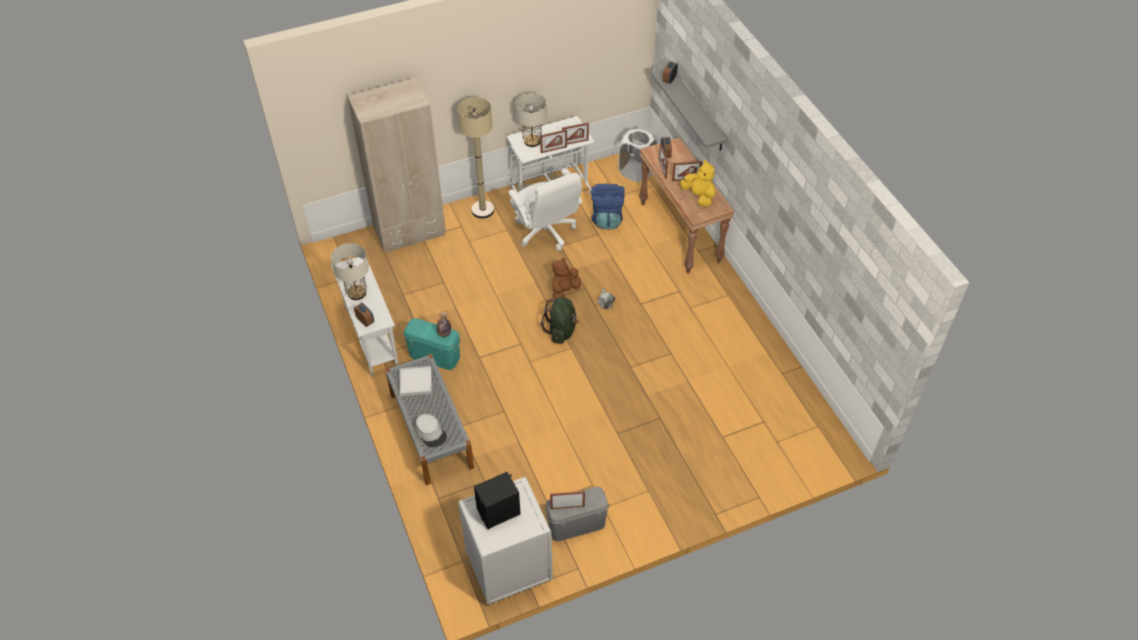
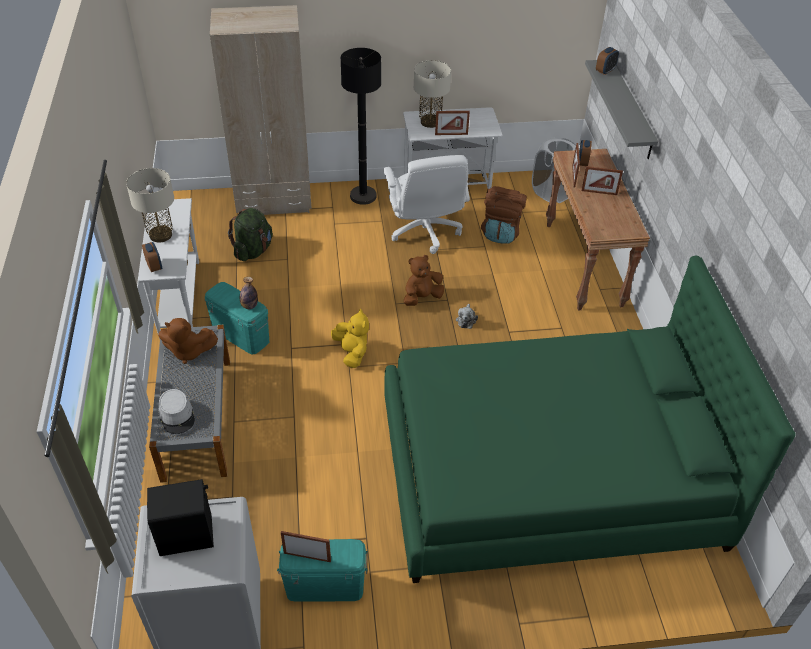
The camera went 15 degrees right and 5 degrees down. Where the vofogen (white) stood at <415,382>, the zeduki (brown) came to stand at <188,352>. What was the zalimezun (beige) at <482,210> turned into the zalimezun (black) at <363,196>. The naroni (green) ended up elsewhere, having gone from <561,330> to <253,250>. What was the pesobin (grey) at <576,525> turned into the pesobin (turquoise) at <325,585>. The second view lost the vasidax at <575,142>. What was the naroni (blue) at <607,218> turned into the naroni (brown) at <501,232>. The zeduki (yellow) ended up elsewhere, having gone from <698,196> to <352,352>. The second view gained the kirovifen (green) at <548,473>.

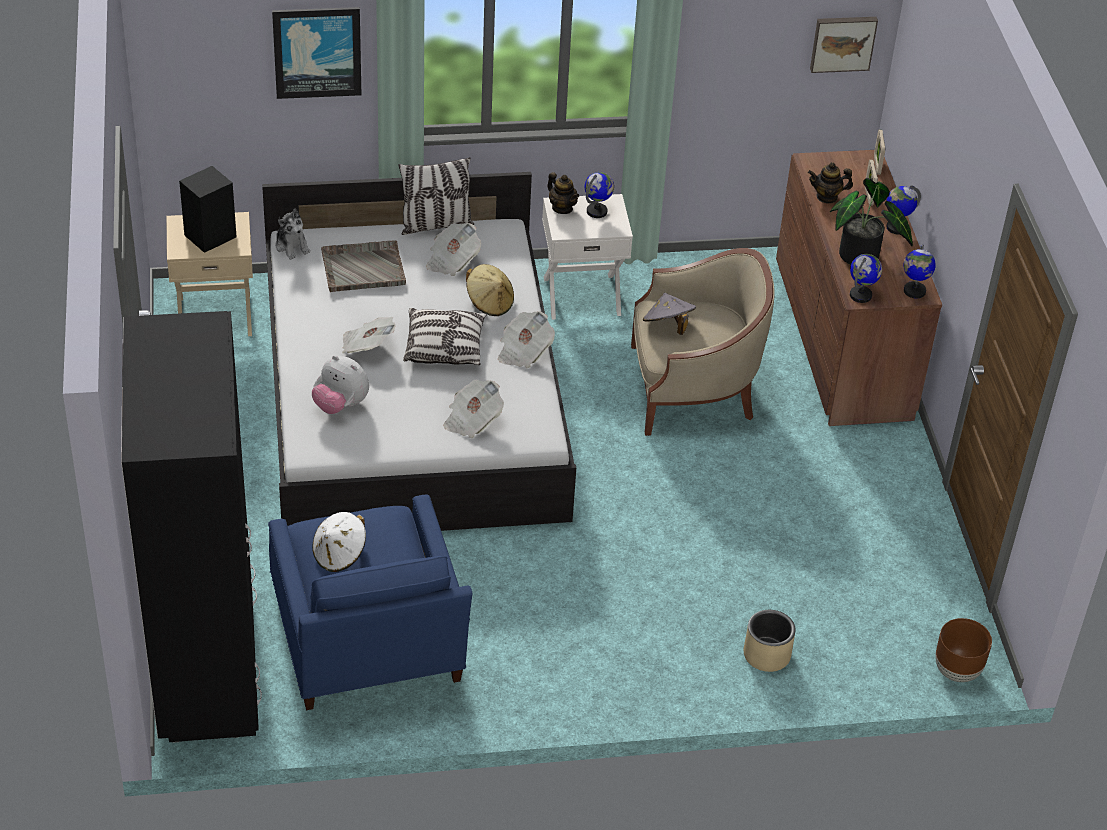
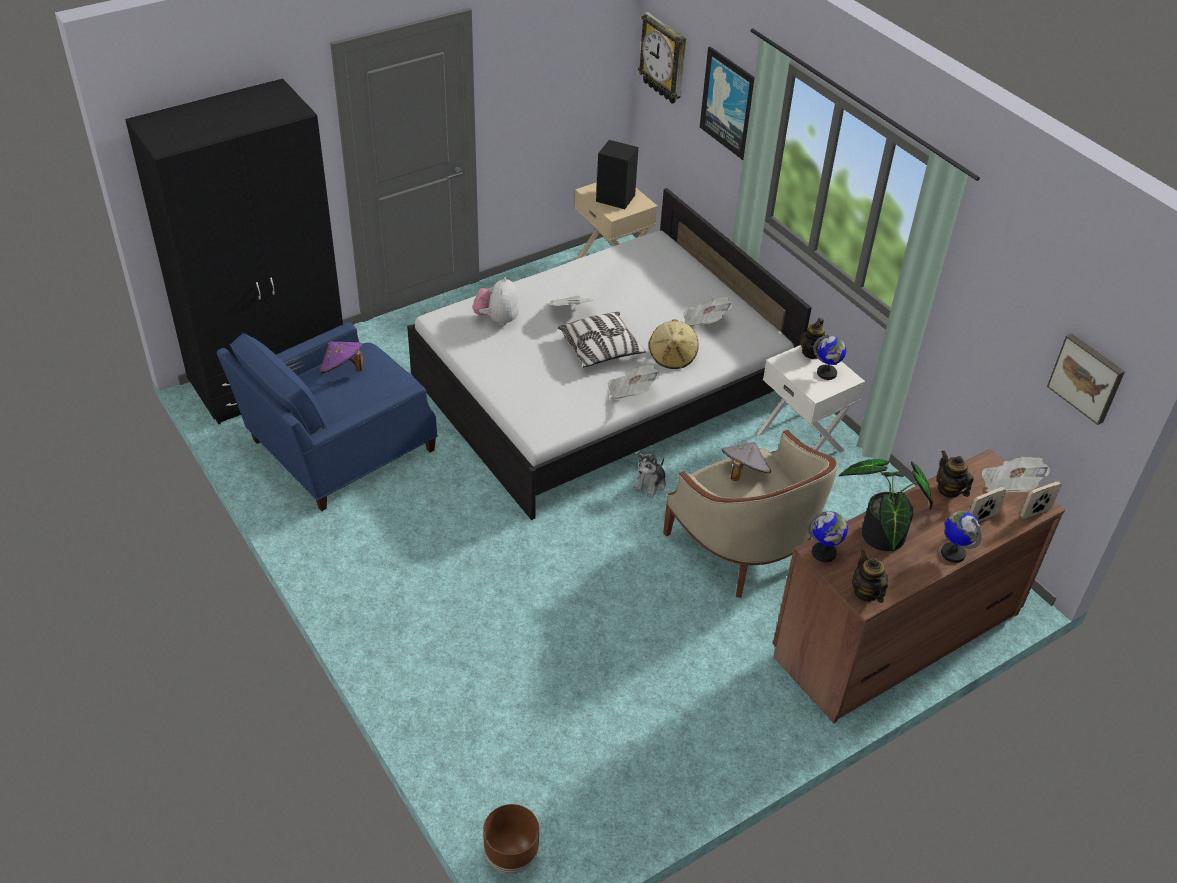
The camera went 65 degrees right and 0 degrees up. The zeduki ended up elsewhere, having gone from <292,246> to <650,484>. What was the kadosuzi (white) at <340,554> turned into the kadosuzi (purple) at <342,370>. The second view lost the vofogen (grey) at <362,268>. The second view lost the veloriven at <436,225>. The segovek ended up elsewhere, having gone from <472,420> to <1009,485>. The second view lost the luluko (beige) at <767,655>. Where the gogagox stood at <914,291>, the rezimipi came to stand at <866,592>. The second view gained the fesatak at <664,59>.

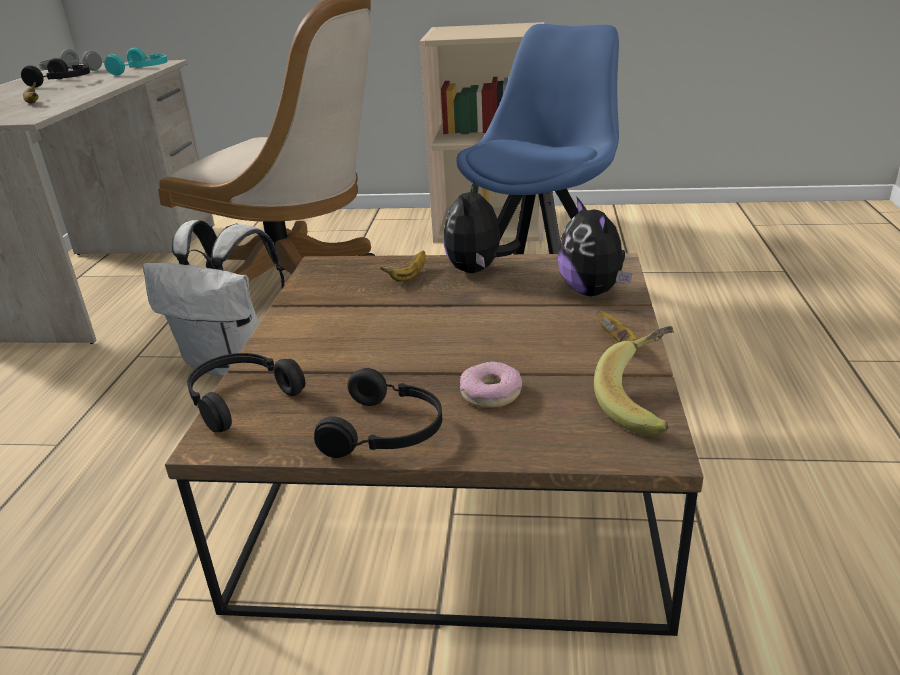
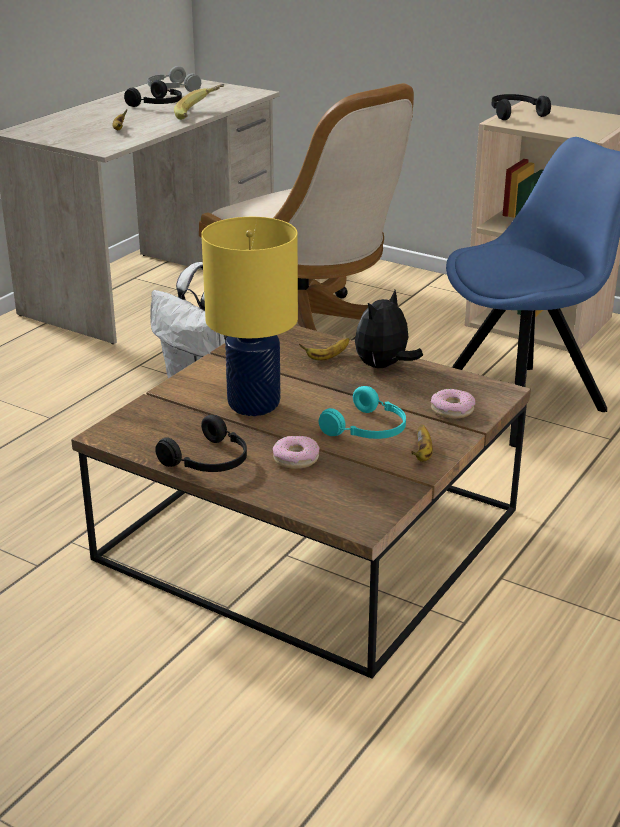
The camera went 25 degrees right and 0 degrees up. The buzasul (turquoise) ended up elsewhere, having gone from <143,71> to <368,429>. The buzasul (black) ended up elsewhere, having gone from <239,398> to <515,113>. Where the zeduki stood at <593,291>, the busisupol came to stand at <452,410>. The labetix ended up elsewhere, having gone from <646,402> to <200,115>. The second view gained the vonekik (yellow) at <255,408>.

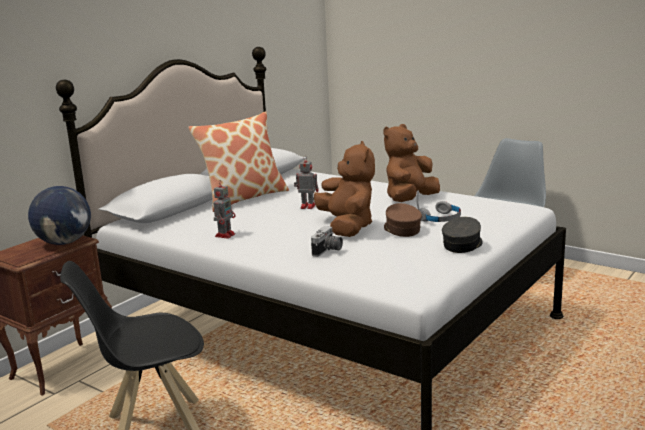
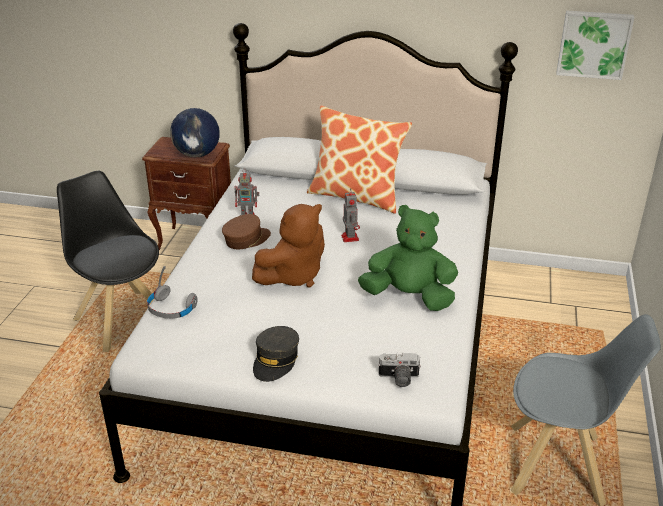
The camera went 65 degrees right and 15 degrees up. The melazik ended up elsewhere, having gone from <328,251> to <398,379>. What was the zeduki (brown) at <410,200> turned into the zeduki (green) at <409,297>. The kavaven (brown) ended up elsewhere, having gone from <401,229> to <246,239>. The buzasul (grey) ended up elsewhere, having gone from <440,219> to <171,309>. The kavaven (grey) at <462,244> ended up facing another way, 105 degrees clockwise from before. The second view gained the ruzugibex at <594,44>.

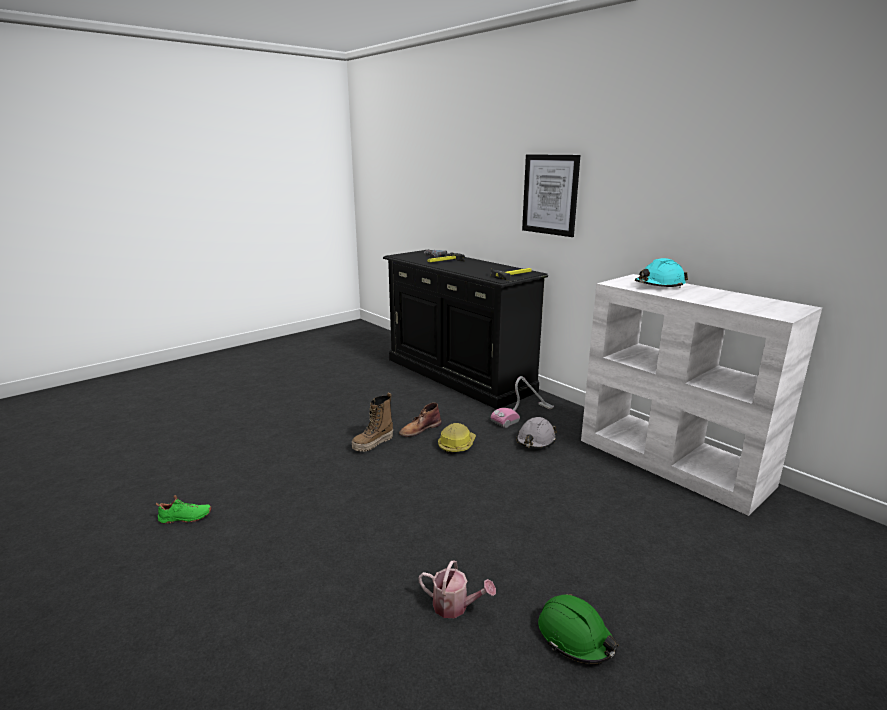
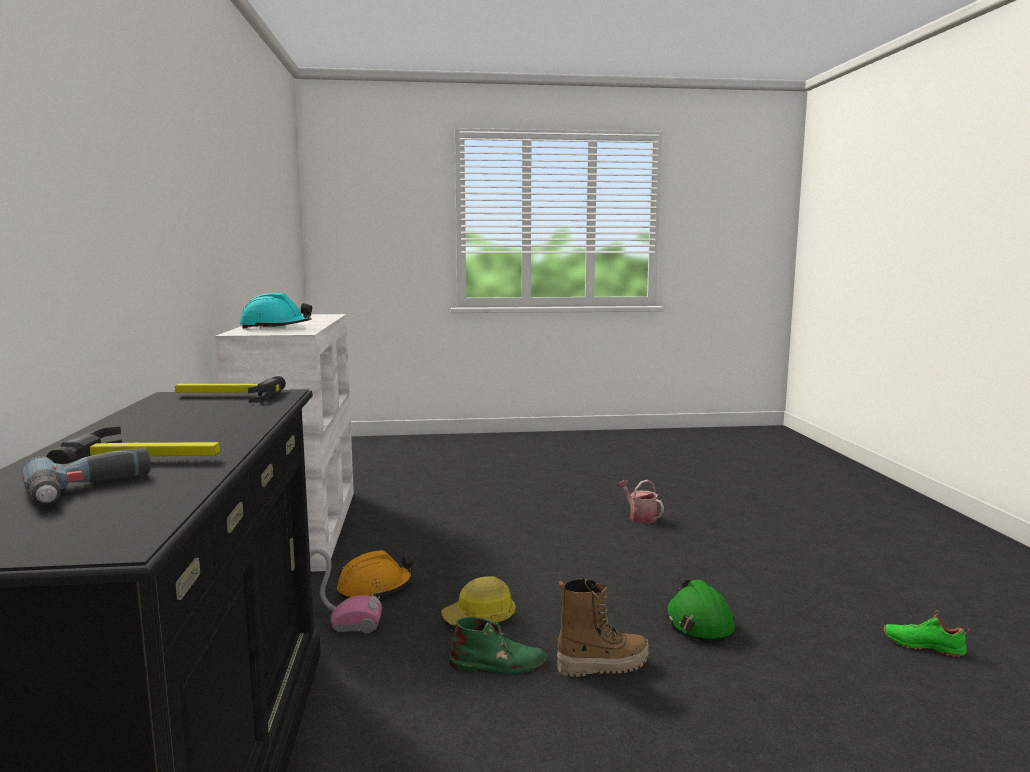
The camera went 145 degrees left and 10 degrees down. What was the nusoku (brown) at <419,429> turned into the nusoku (green) at <499,664>. What was the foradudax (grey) at <535,441> turned into the foradudax (orange) at <375,588>. The second view lost the ruzugibex at <550,194>. The foradudax (green) ended up elsewhere, having gone from <575,637> to <698,623>.

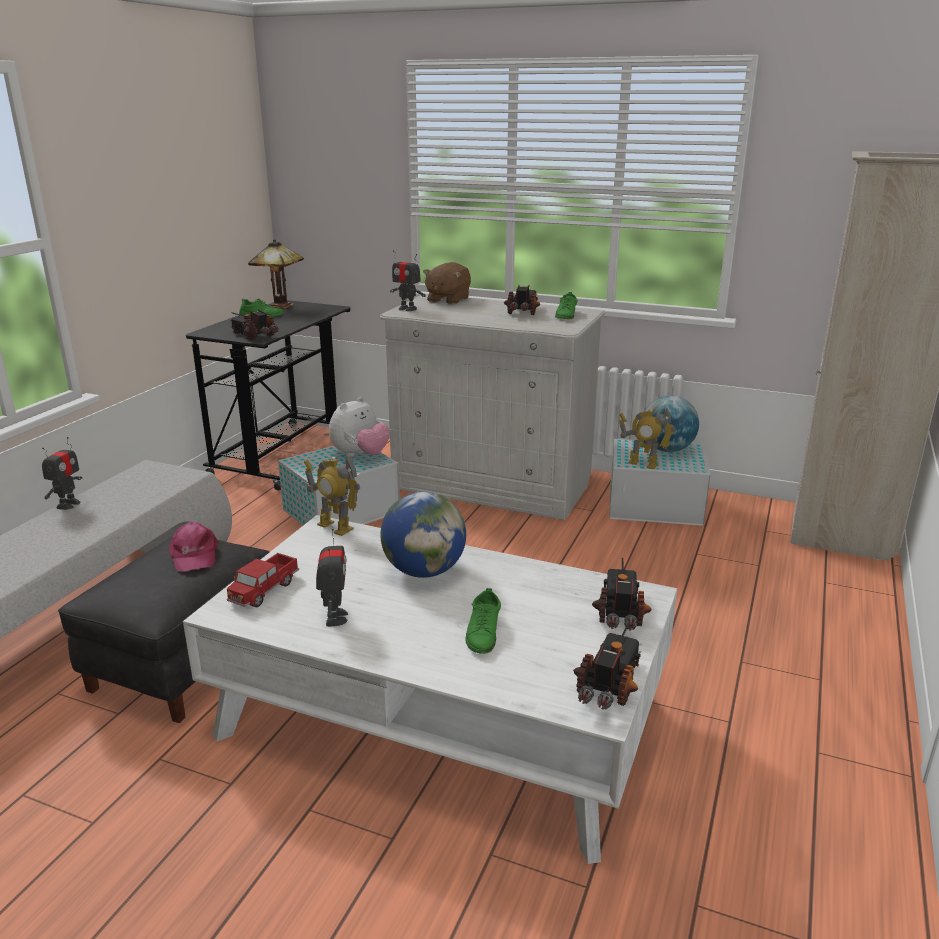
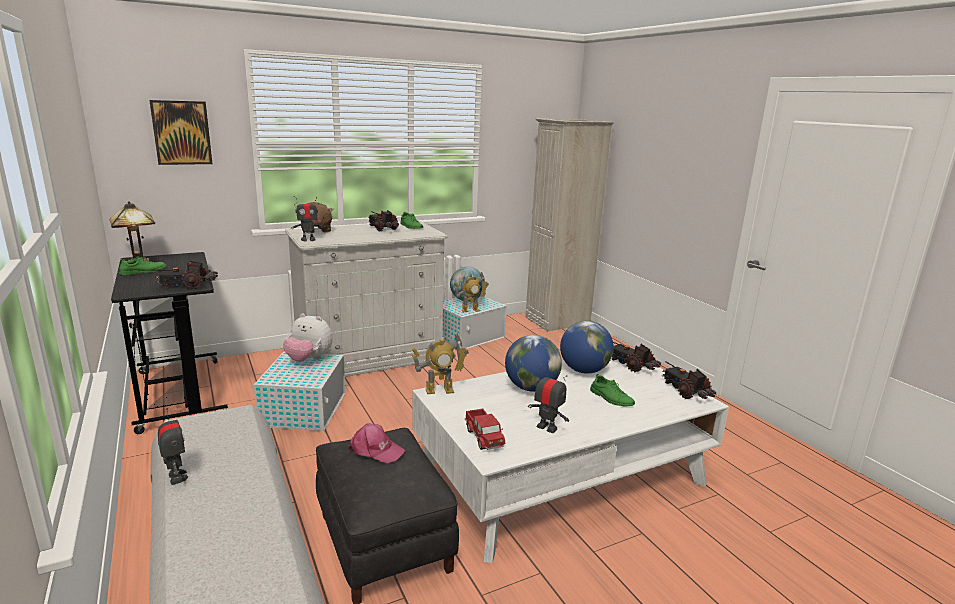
The camera went 50 degrees left and 5 degrees down. The zeduki at <360,455> ended up facing another way, 120 degrees clockwise from before. The second view gained the ruzugibex at <181,133>. The second view gained the gogagox at <584,370>.

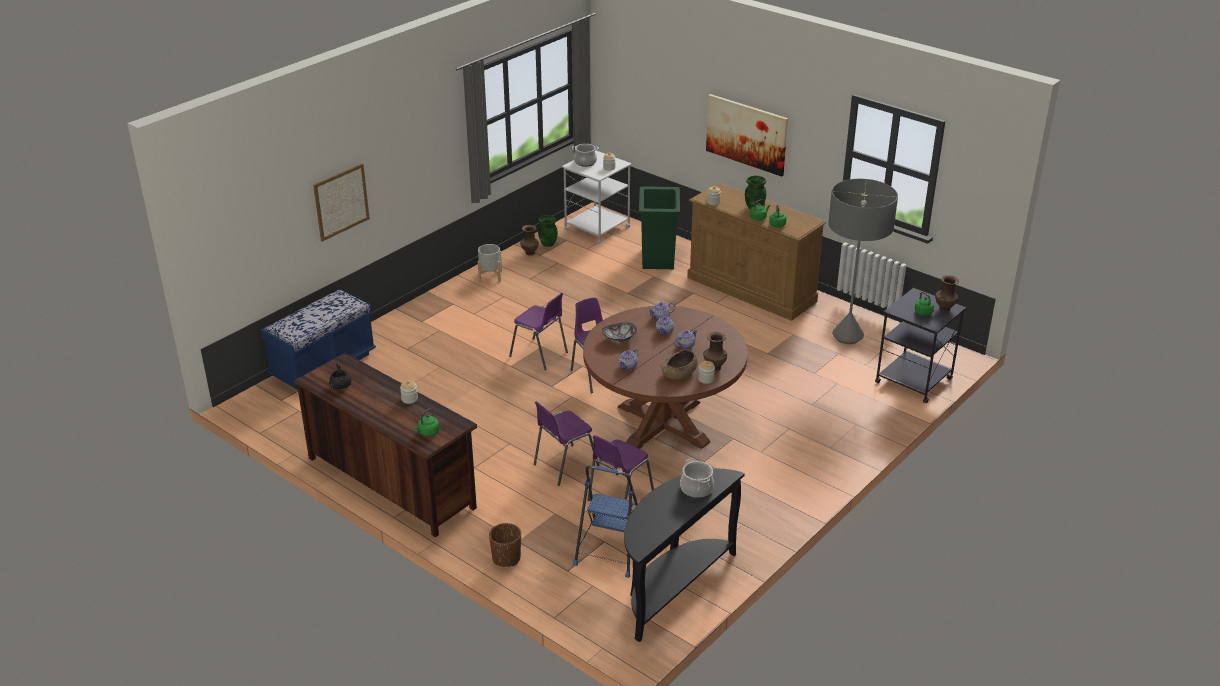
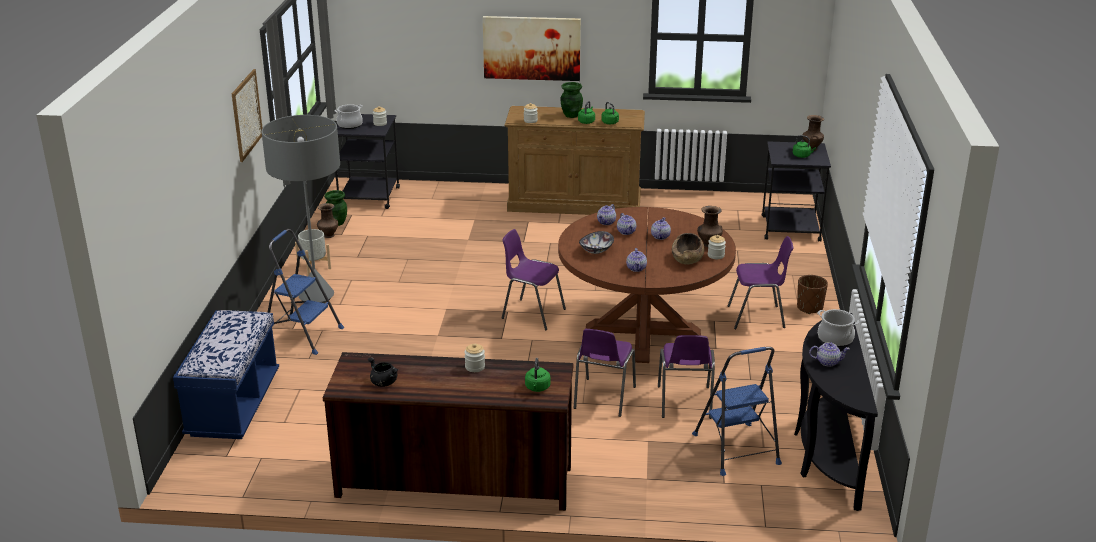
The camera went 35 degrees left and 5 degrees down. The ruzugibex ended up elsewhere, having gone from <341,201> to <246,114>. The luluko (brown) ended up elsewhere, having gone from <506,558> to <809,308>. The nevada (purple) ended up elsewhere, having gone from <540,355> to <757,317>. What was the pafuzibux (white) at <597,228> turned into the pafuzibux (black) at <369,196>. The second view lost the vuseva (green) at <657,259>. The zalimezun (grey) ended up elsewhere, having gone from <847,337> to <316,298>. The second view gained the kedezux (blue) at <300,334>. The second view gained the rezimipi at <828,362>.

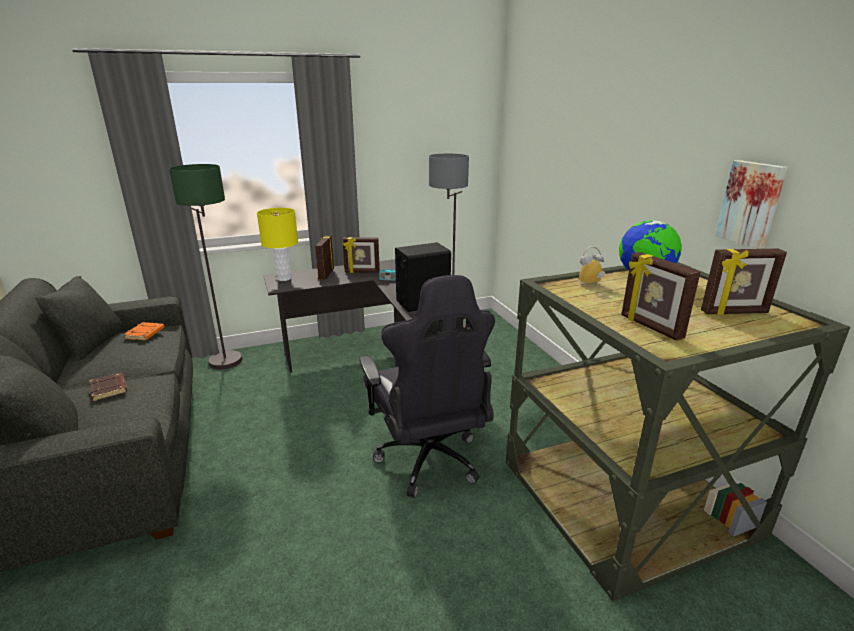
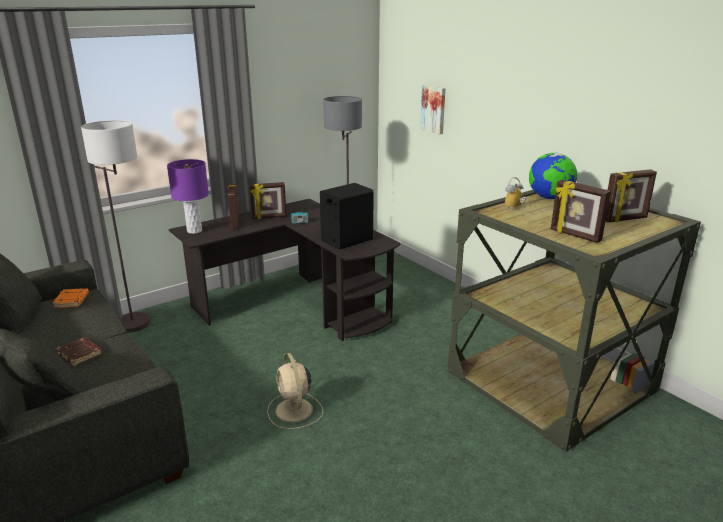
The camera went 15 degrees left and 0 degrees up. What was the zalimezun (green) at <229,365> turned into the zalimezun (white) at <139,327>. What was the vonekik (yellow) at <284,278> turned into the vonekik (purple) at <194,231>. The second view lost the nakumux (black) at <426,455>. The ruzugibex ended up elsewhere, having gone from <751,203> to <434,109>. The second view gained the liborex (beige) at <294,411>.

